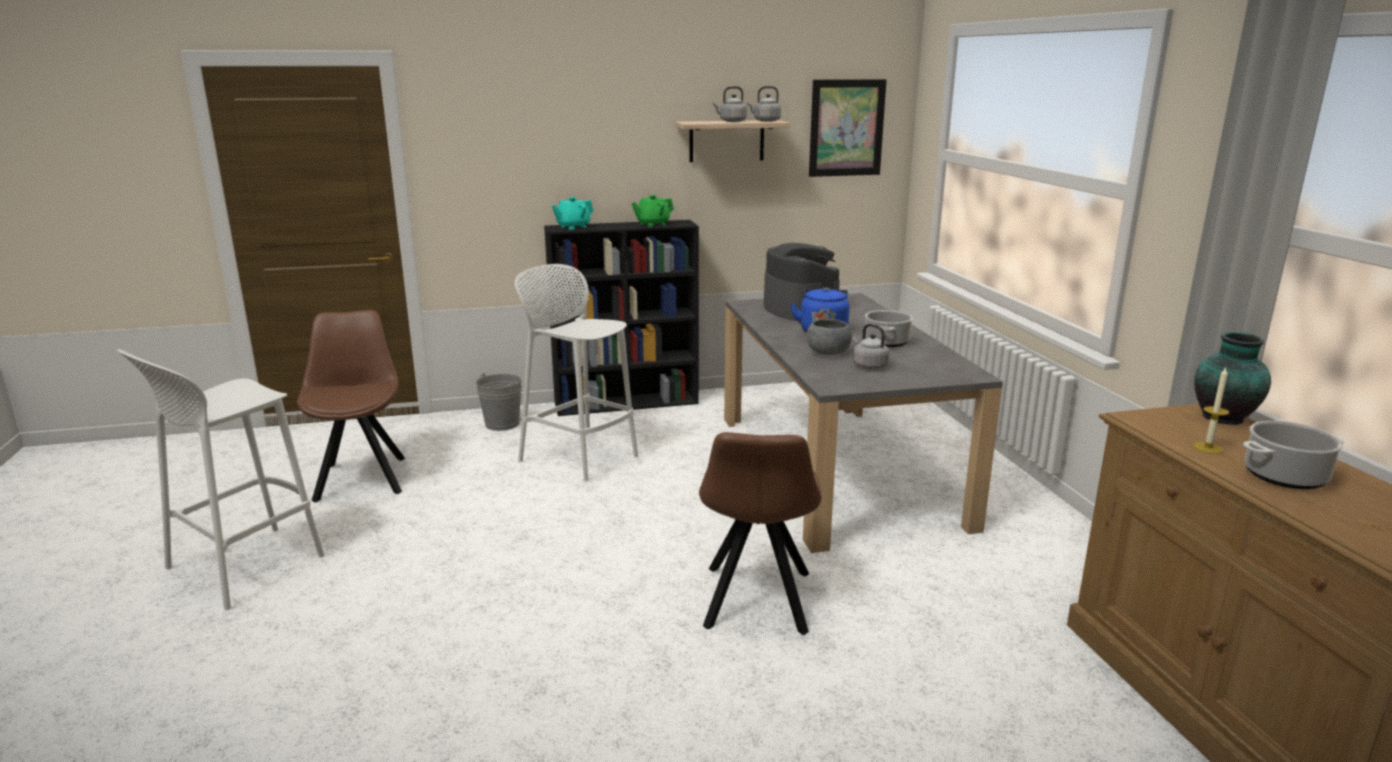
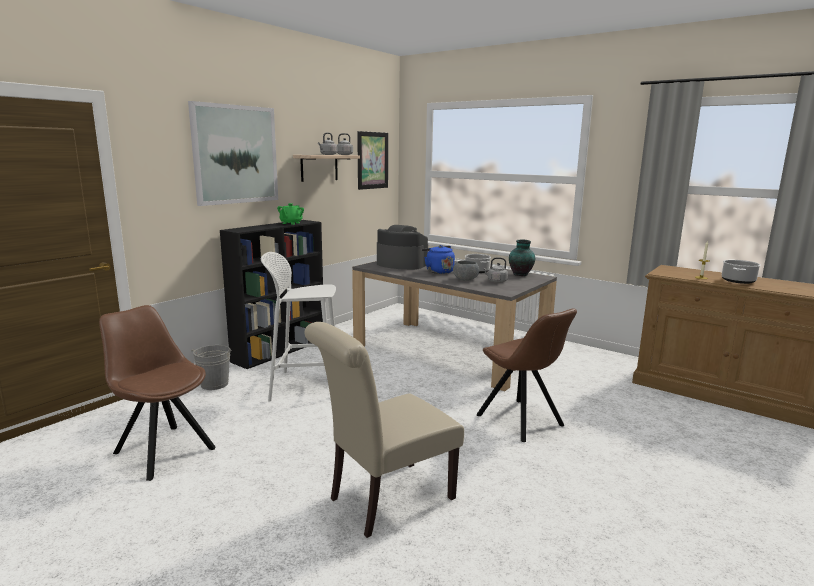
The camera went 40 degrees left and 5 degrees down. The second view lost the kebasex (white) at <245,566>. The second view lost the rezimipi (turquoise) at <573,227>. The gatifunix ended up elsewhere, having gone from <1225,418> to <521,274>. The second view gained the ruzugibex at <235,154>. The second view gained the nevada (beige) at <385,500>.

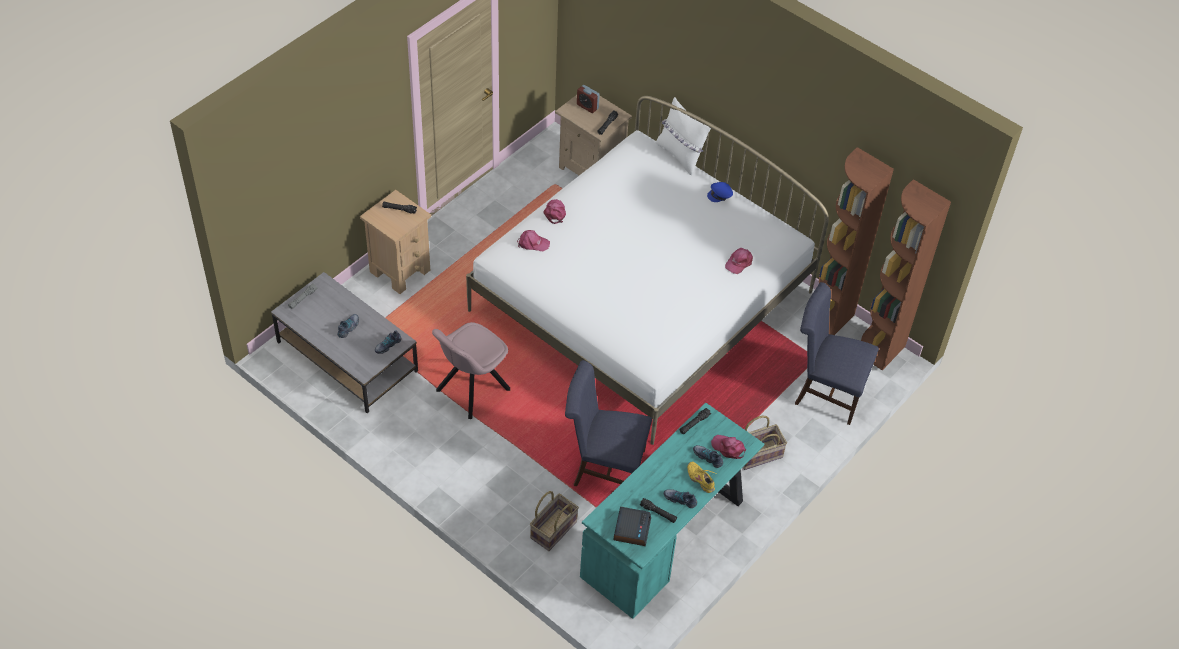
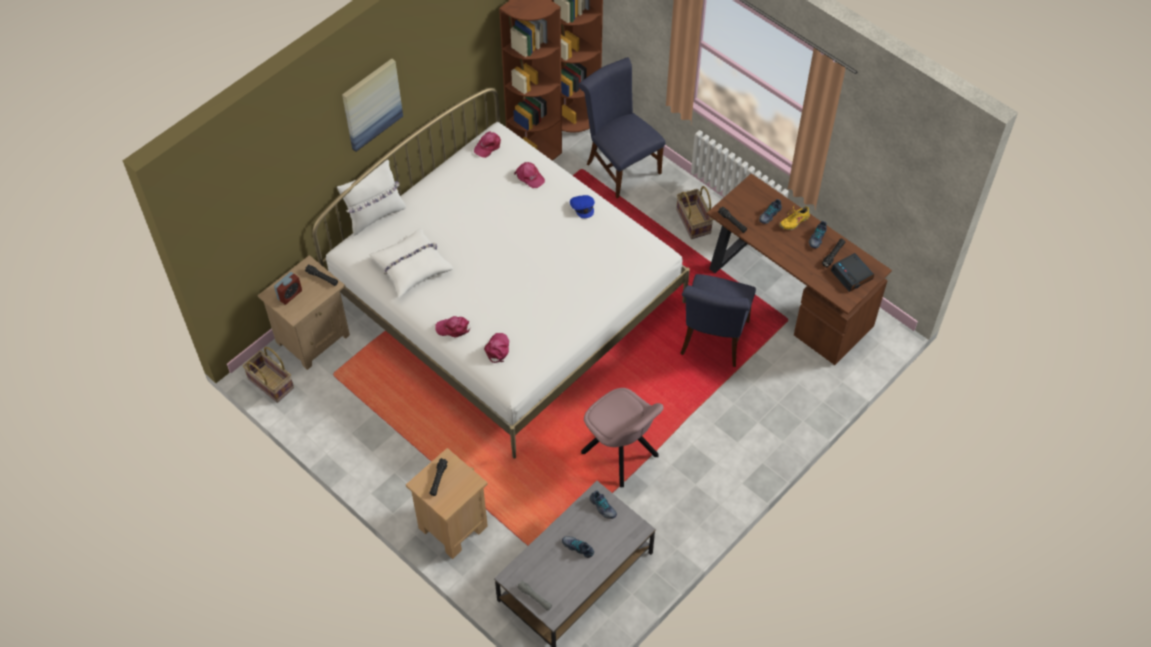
The camera went 85 degrees left and 5 degrees up. The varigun ended up elsewhere, having gone from <553,529> to <270,384>. What was the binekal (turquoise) at <667,537> turned into the binekal (brown) at <787,296>. The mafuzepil at <631,529> ended up facing another way, 135 degrees counterclockwise from before. The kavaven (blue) ended up elsewhere, having gone from <720,195> to <583,207>. The kavaven (pink) ended up elsewhere, having gone from <728,448> to <488,146>. The nevada (blue) at <825,391> ended up facing another way, 120 degrees clockwise from before. The second view gained the ruzugibex at <371,104>. The second view gained the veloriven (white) at <411,266>.

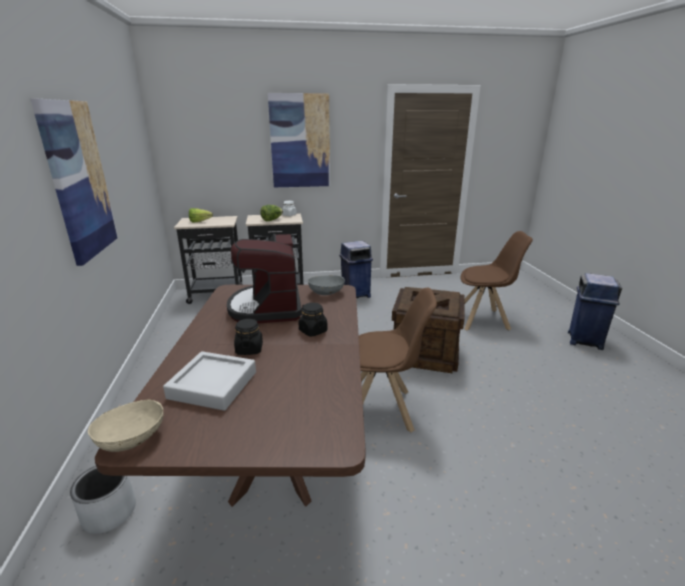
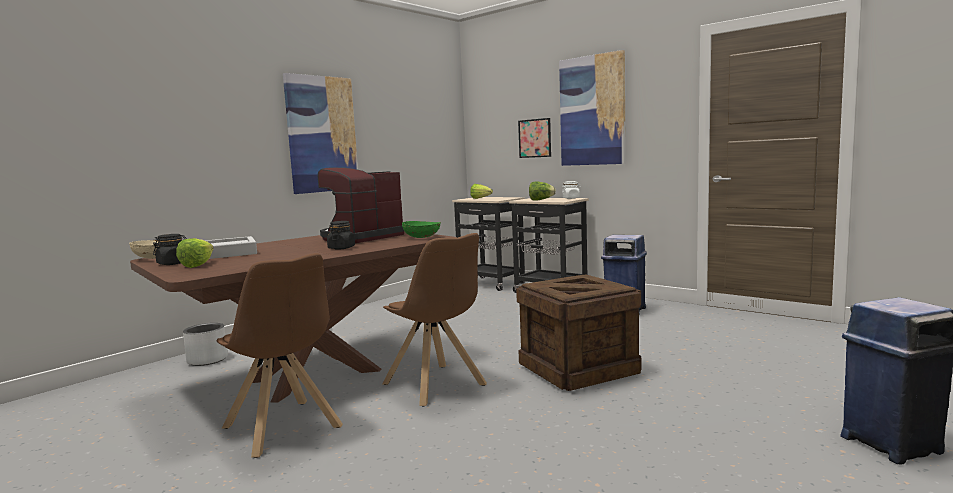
The camera went 50 degrees right and 15 degrees down. The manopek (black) ended up elsewhere, having gone from <249,349> to <173,263>. What was the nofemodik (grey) at <326,293> turned into the nofemodik (green) at <422,237>. The nevada (brown) ended up elsewhere, having gone from <484,320> to <284,429>. The second view gained the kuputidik at <201,264>. The second view gained the ruzugibex at <535,138>.

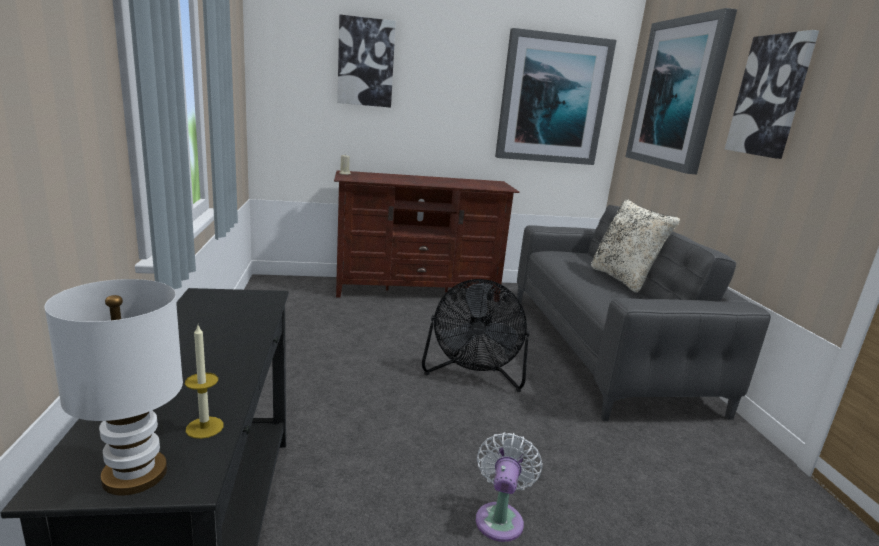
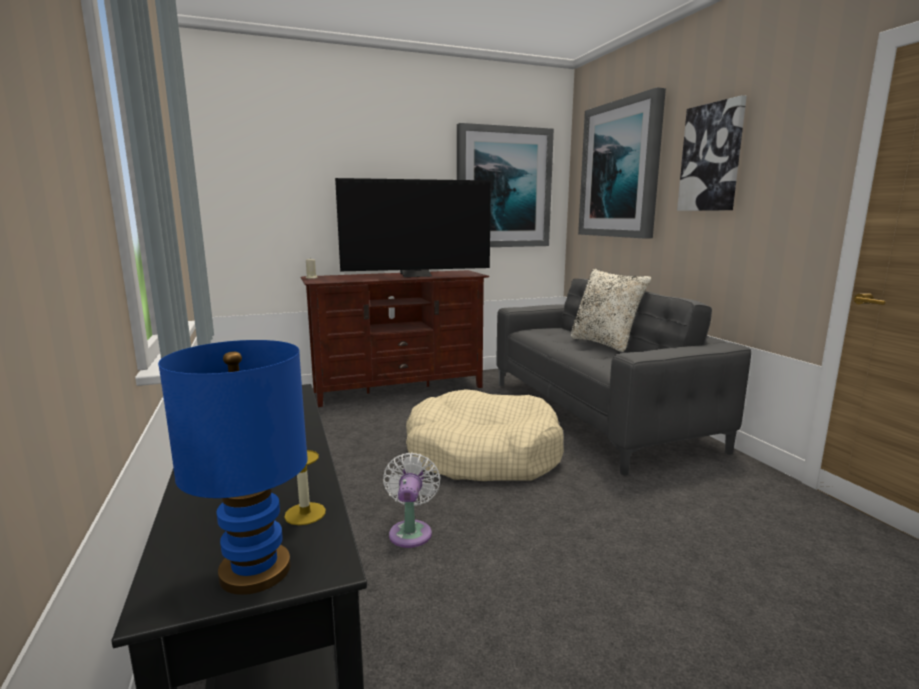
The camera went 10 degrees left and 5 degrees down. What was the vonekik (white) at <136,473> turned into the vonekik (blue) at <256,569>. The second view lost the ruzugibex at <365,62>. Where the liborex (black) stood at <471,372>, the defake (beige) came to stand at <483,454>. The liborex (white) ended up elsewhere, having gone from <500,517> to <411,531>. The second view gained the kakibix at <417,275>.

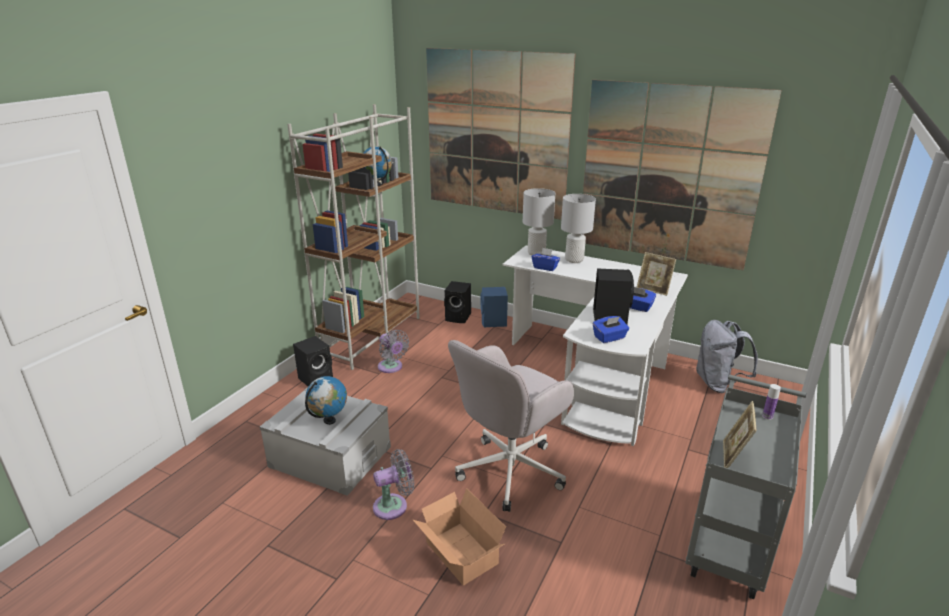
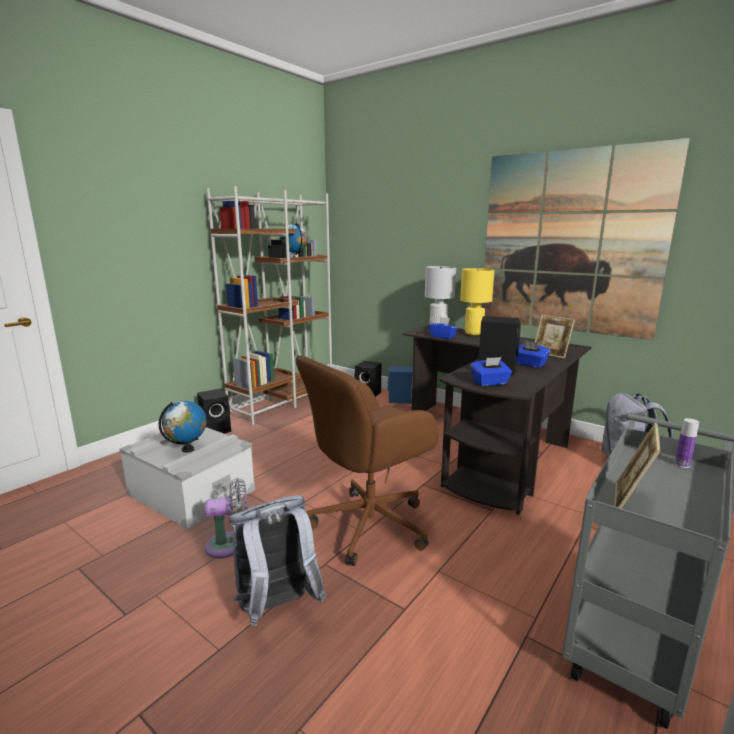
The camera went 10 degrees right and 10 degrees down. The second view lost the liborex (grey) at <391,367>. Where the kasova stood at <460,555>, the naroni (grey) came to stand at <277,608>. The second view lost the ruzugibex at <496,133>. What was the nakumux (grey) at <509,472> turned into the nakumux (brown) at <369,526>. What was the binekal (white) at <596,373> turned into the binekal (black) at <491,445>. What was the vonekik (grey) at <574,261> turned into the vonekik (yellow) at <473,334>.

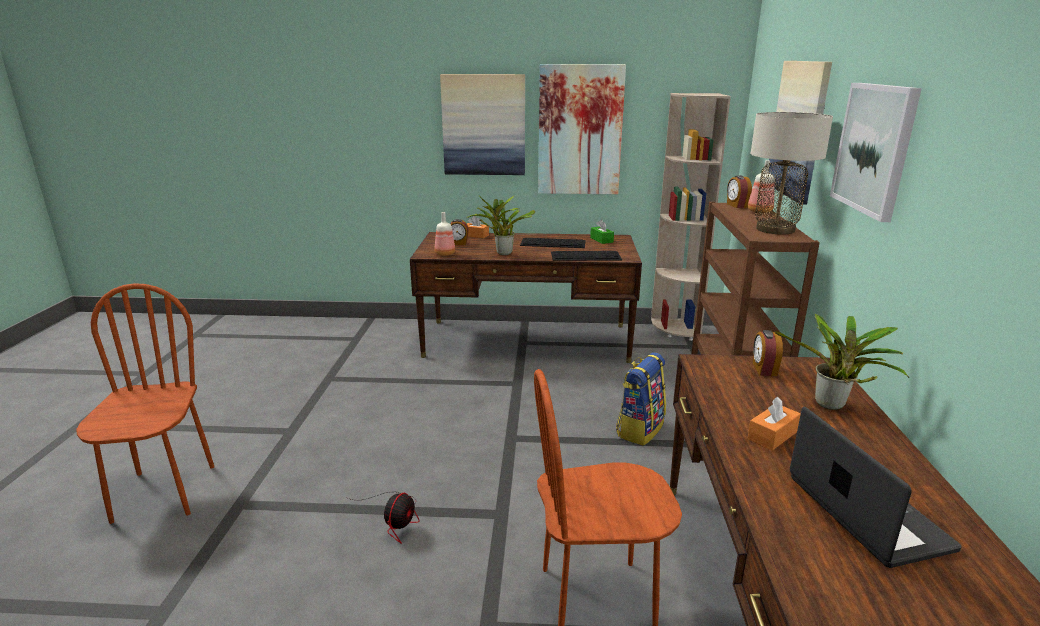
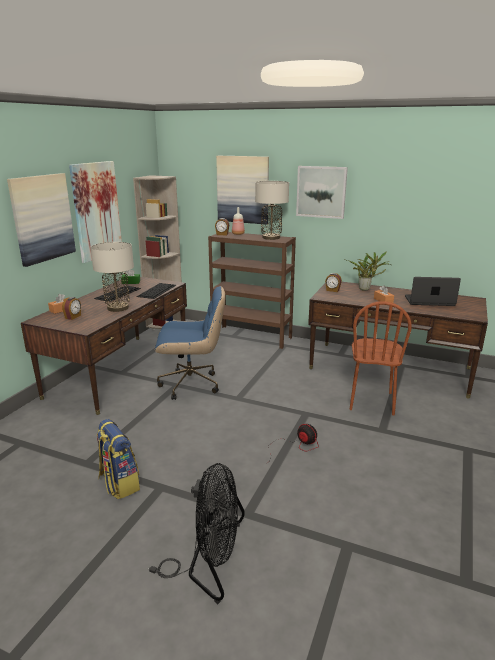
The camera went 70 degrees left and 0 degrees up. Where the nevada (brown) stood at <164,493>, the liborex (black) came to stand at <208,560>. The second view lost the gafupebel at <444,254>. Where the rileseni stood at <502,253>, the vonekik came to stand at <118,308>. The naroni ended up elsewhere, having gone from <639,429> to <119,483>. The second view gained the nakumux (blue) at <192,385>.

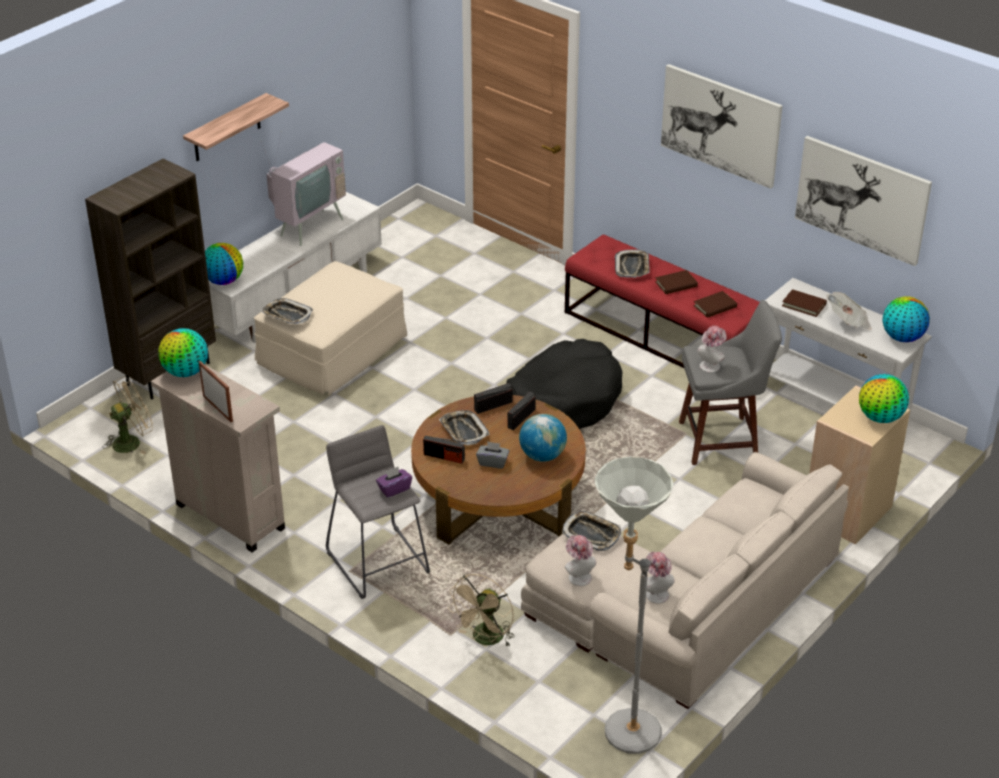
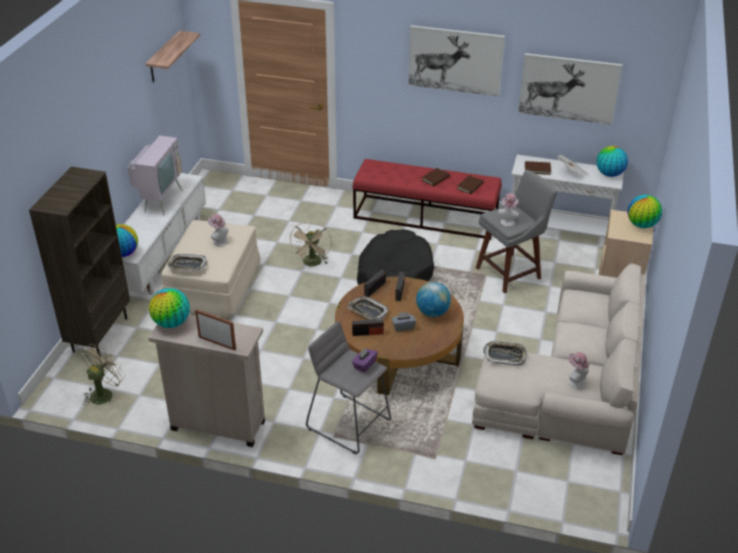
The camera went 25 degrees left and 0 degrees up. The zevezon ended up elsewhere, having gone from <226,128> to <164,57>. The liborex (beige) ended up elsewhere, having gone from <485,640> to <312,264>. The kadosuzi ended up elsewhere, having gone from <578,576> to <219,241>. The second view lost the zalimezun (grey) at <622,726>. The second view lost the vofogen at <632,267>.

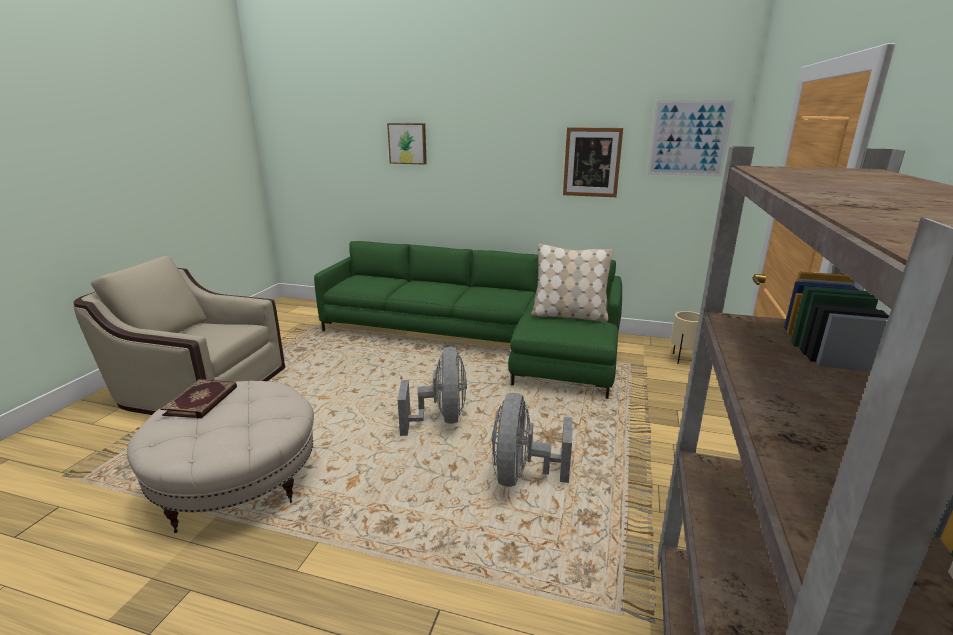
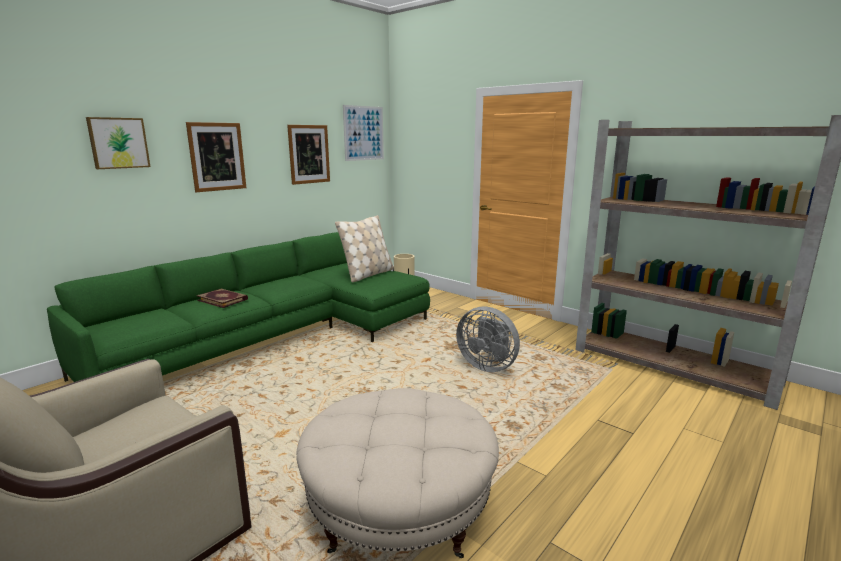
The camera went 65 degrees left and 5 degrees down. The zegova ended up elsewhere, having gone from <202,401> to <223,299>. The second view lost the liborex (grey) at <441,419>. The second view gained the ruzugibex at <217,157>.

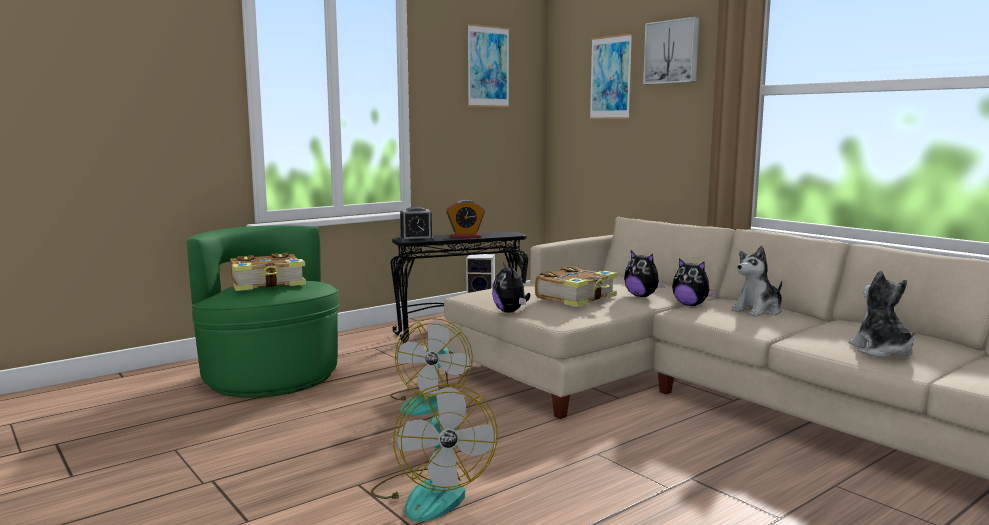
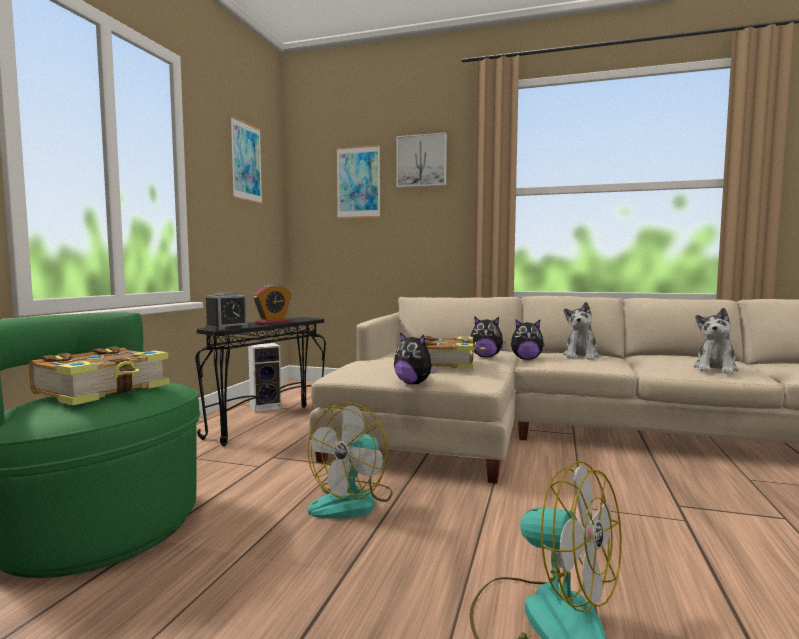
The camera went 35 degrees left and 5 degrees down. The liborex at <430,401> ended up facing another way, 60 degrees clockwise from before. The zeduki at <881,351> ended up facing another way, 105 degrees counterclockwise from before.

